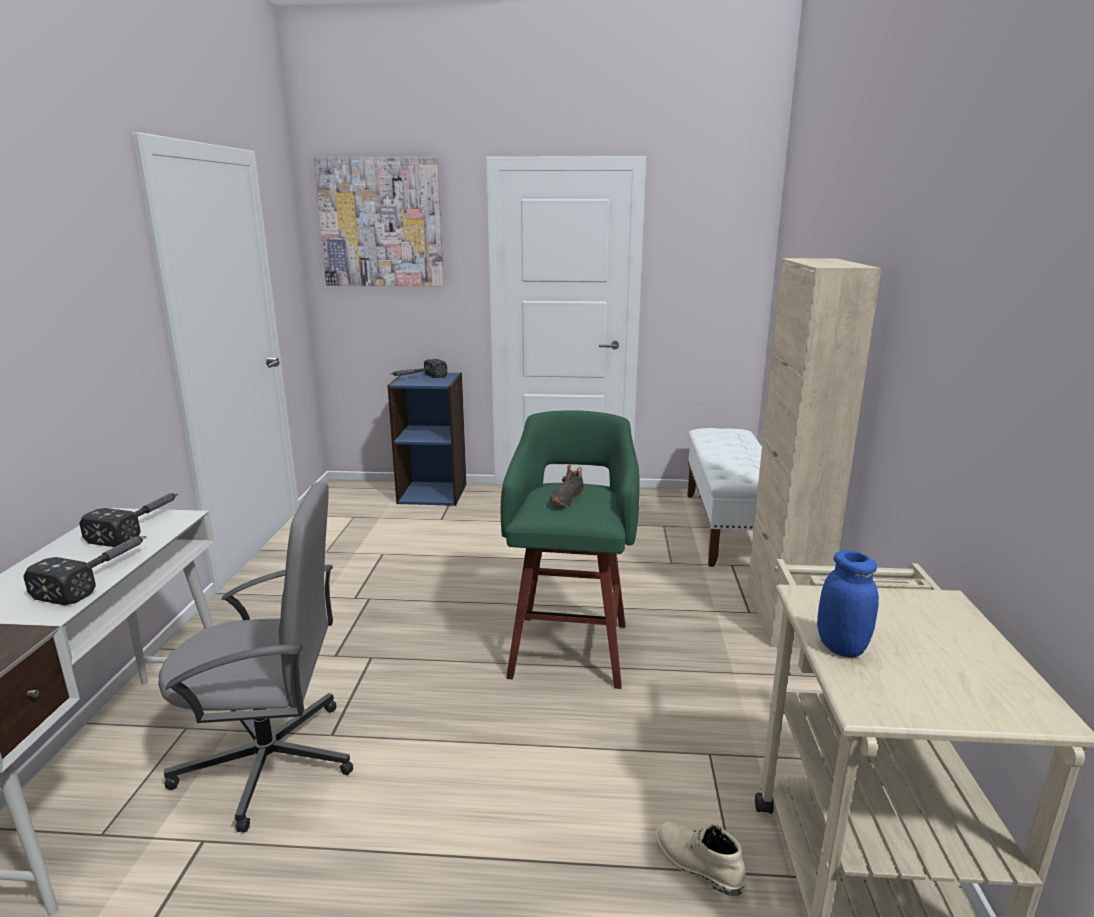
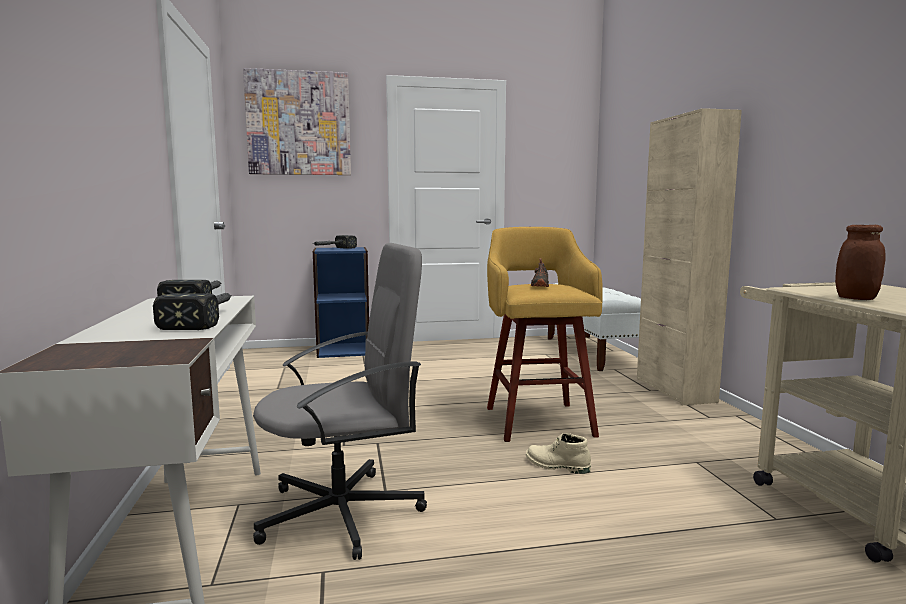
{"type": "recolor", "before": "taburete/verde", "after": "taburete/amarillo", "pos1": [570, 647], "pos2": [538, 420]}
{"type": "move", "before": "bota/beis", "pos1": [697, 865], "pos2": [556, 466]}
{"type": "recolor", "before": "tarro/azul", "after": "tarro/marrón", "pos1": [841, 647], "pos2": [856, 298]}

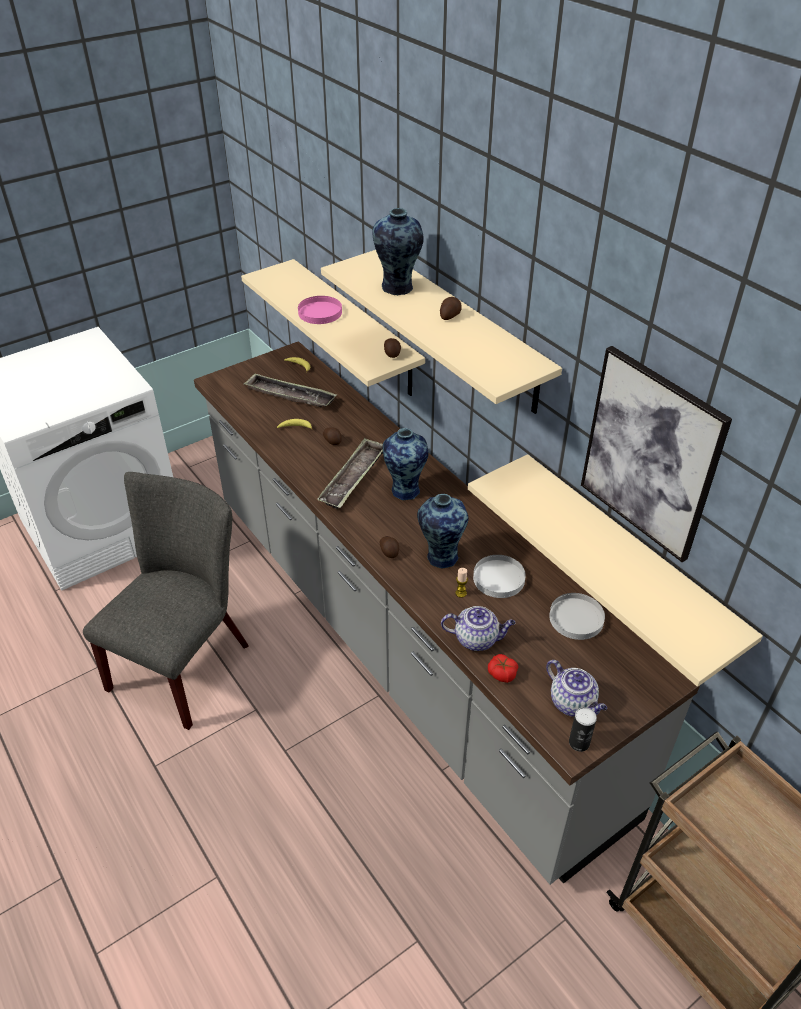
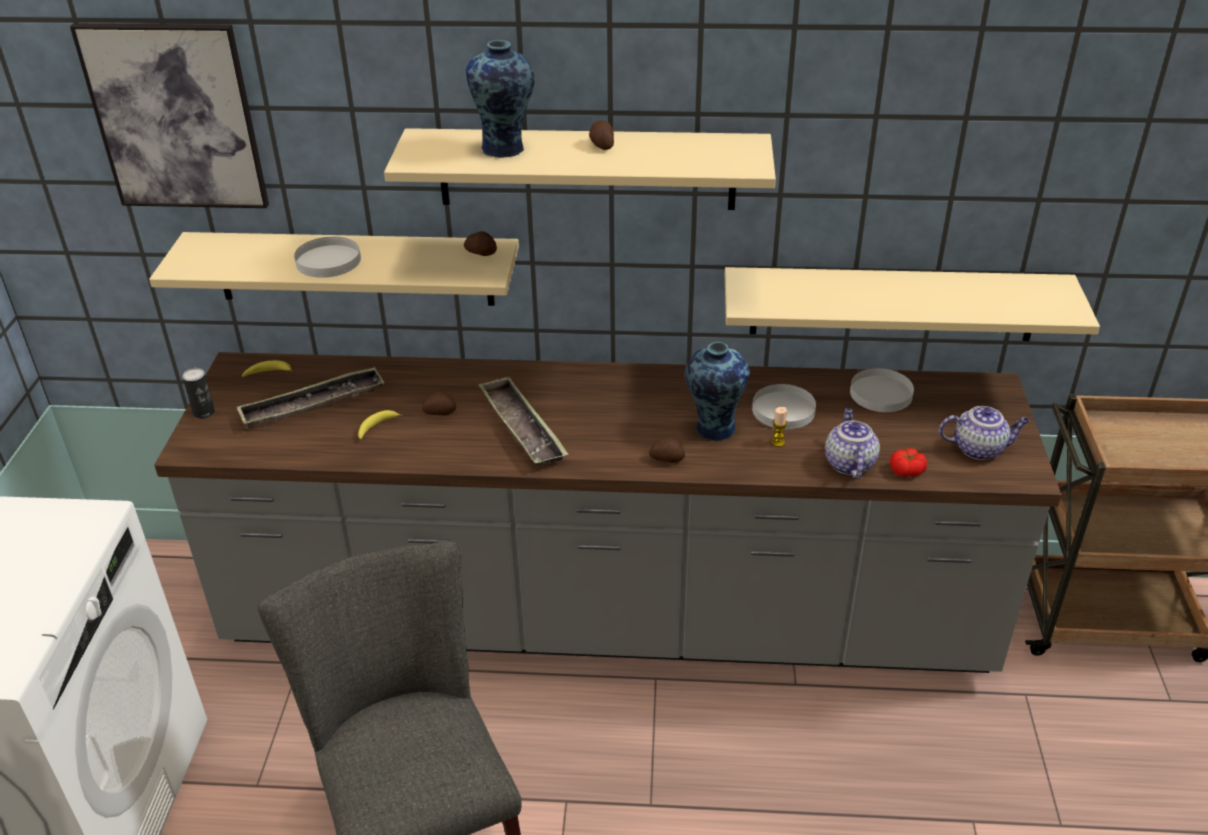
{"type": "recolor", "before": "plato/rosa", "after": "plato/blanco", "pos1": [320, 312], "pos2": [328, 260]}
{"type": "delete", "before": "florero", "pos1": [405, 489]}
{"type": "rotate", "before": "tetera", "pos1": [477, 639], "pos2": [848, 463], "turn": -45}
{"type": "move", "before": "lata", "pos1": [579, 742], "pos2": [204, 413]}
{"type": "move", "before": "cuadro", "pos1": [650, 454], "pos2": [175, 117]}

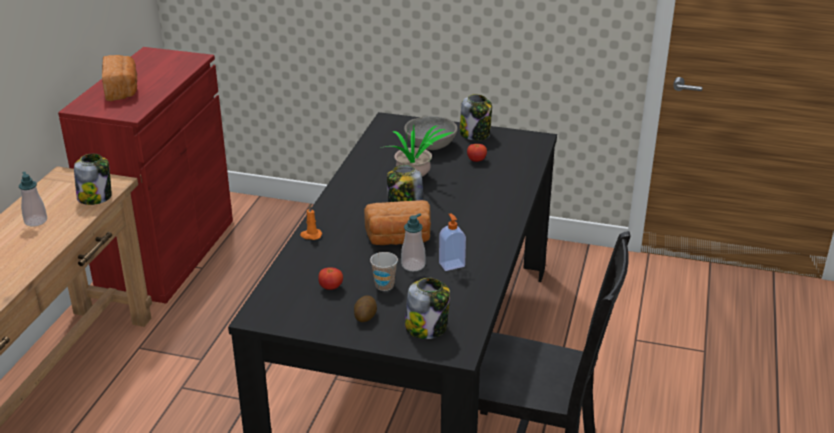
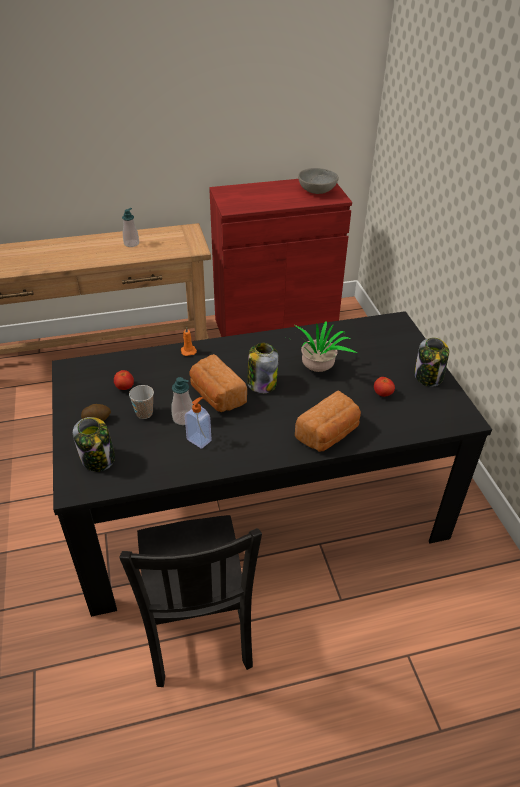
{"type": "delete", "before": "tarro", "pos1": [95, 197]}
{"type": "move", "before": "pan", "pos1": [122, 90], "pos2": [328, 434]}
{"type": "move", "before": "cuenco/gris", "pos1": [430, 145], "pos2": [317, 191]}

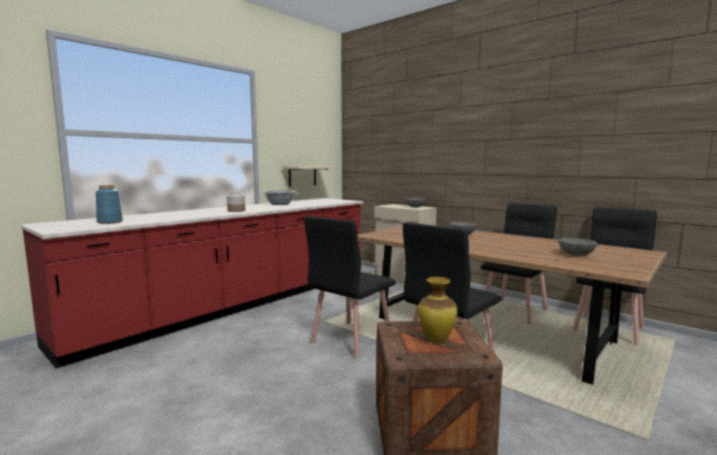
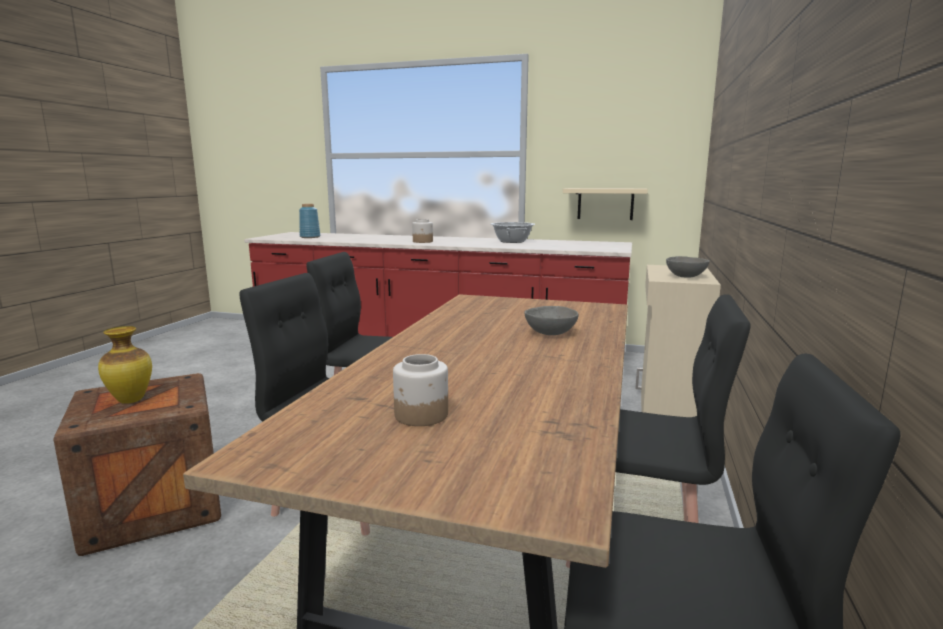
{"type": "replace", "before": "cuenco/gris", "after": "tarro", "pos1": [576, 255], "pos2": [421, 415]}

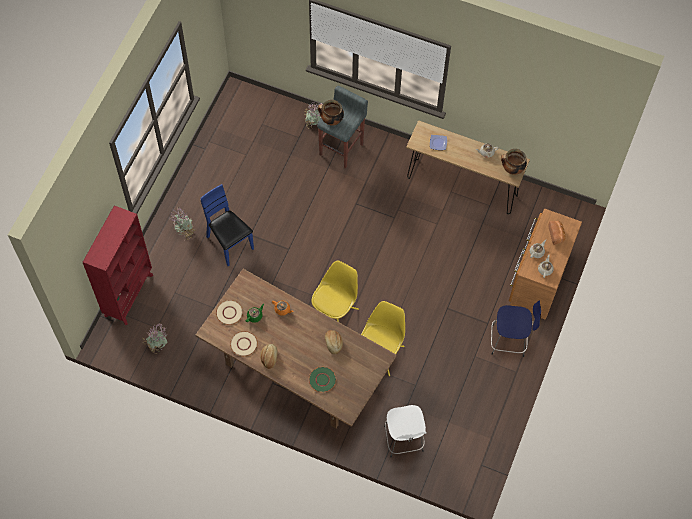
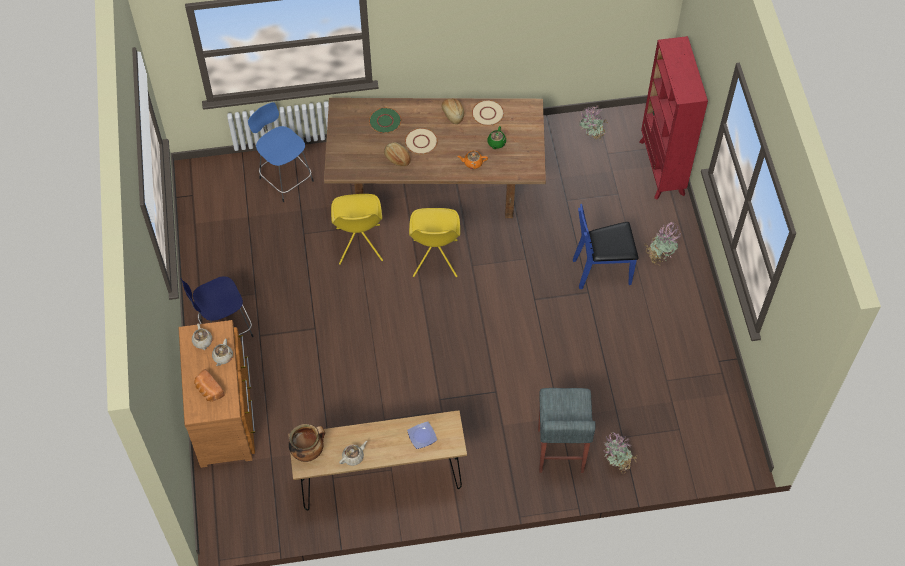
{"type": "rotate", "before": "silla/azul", "pos1": [229, 244], "pos2": [602, 270], "turn": 150}
{"type": "move", "before": "plato/beis", "pos1": [229, 312], "pos2": [421, 142]}
{"type": "delete", "before": "olla", "pos1": [331, 120]}
{"type": "recolor", "before": "taburete/blanco", "after": "taburete/azul", "pos1": [403, 440], "pos2": [285, 178]}

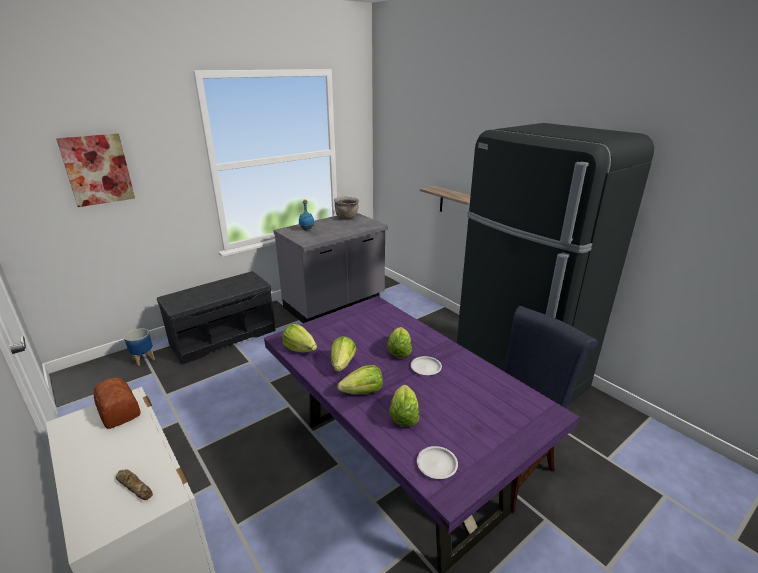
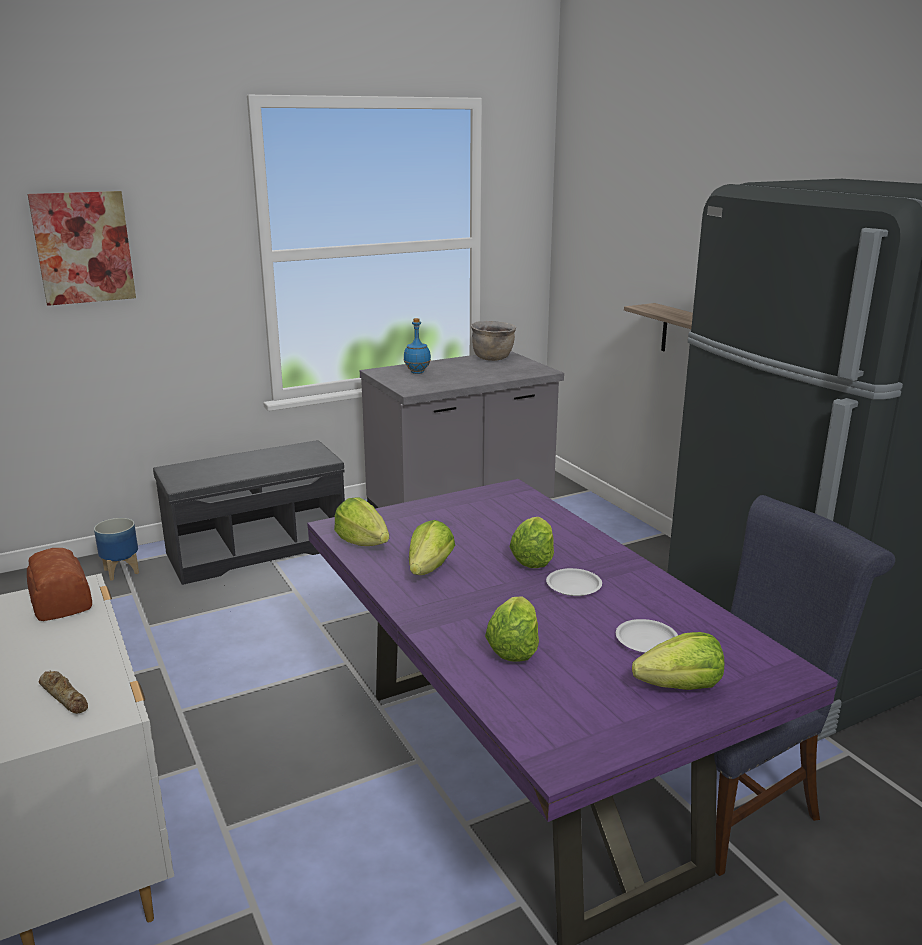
{"type": "move", "before": "lechuga", "pos1": [363, 392], "pos2": [680, 687]}
{"type": "move", "before": "plato/blanco", "pos1": [437, 465], "pos2": [647, 641]}

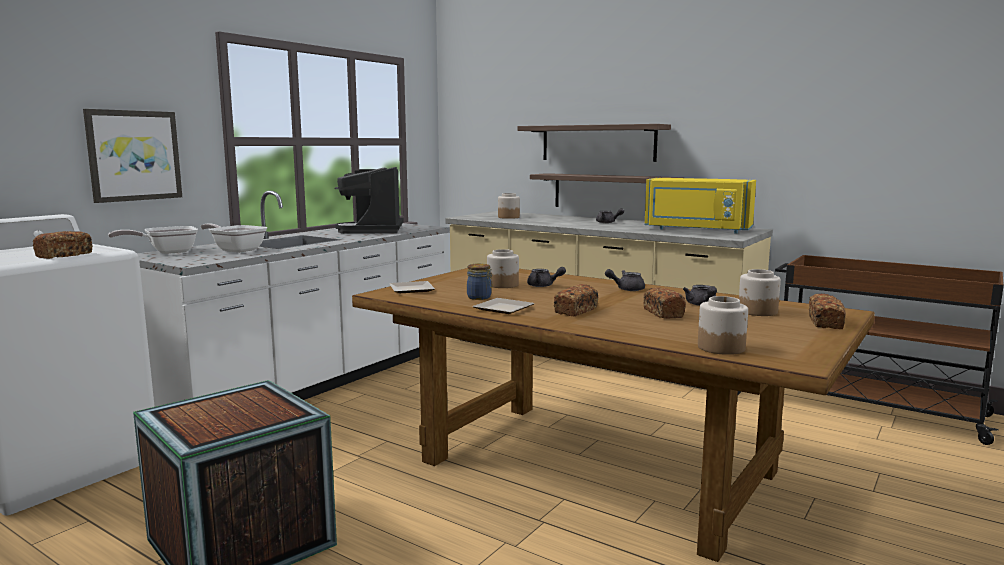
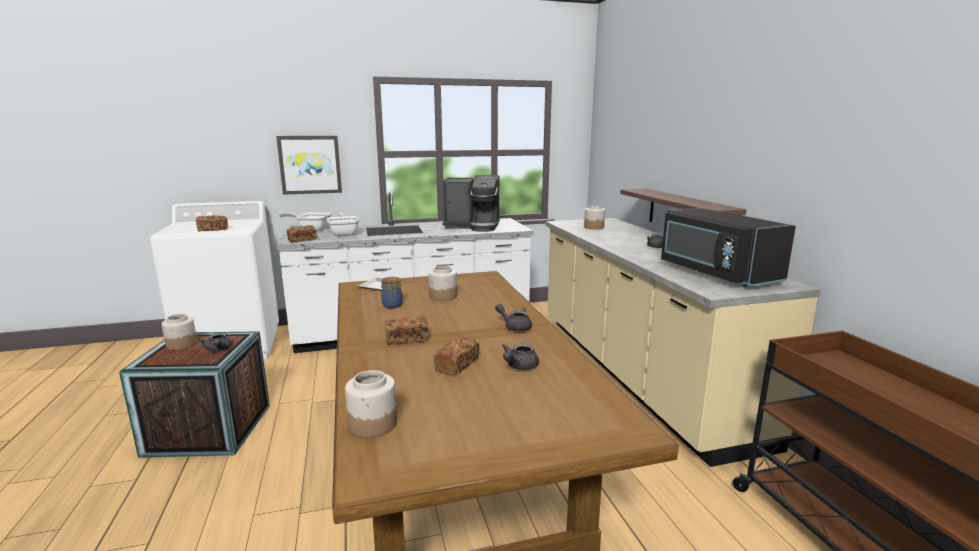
{"type": "rotate", "before": "cafetera", "pos1": [375, 230], "pos2": [473, 226], "turn": -120}
{"type": "delete", "before": "plato", "pos1": [506, 309]}
{"type": "delete", "before": "estante", "pos1": [597, 143]}
{"type": "move", "before": "tetera/gris", "pos1": [544, 286], "pos2": [218, 350]}
{"type": "recolor", "before": "microondas/amarillo", "after": "microondas/negro", "pos1": [697, 230], "pos2": [715, 273]}
{"type": "move", "before": "tarro", "pos1": [757, 312], "pos2": [181, 344]}
{"type": "move", "before": "pan", "pos1": [825, 323], "pos2": [302, 240]}

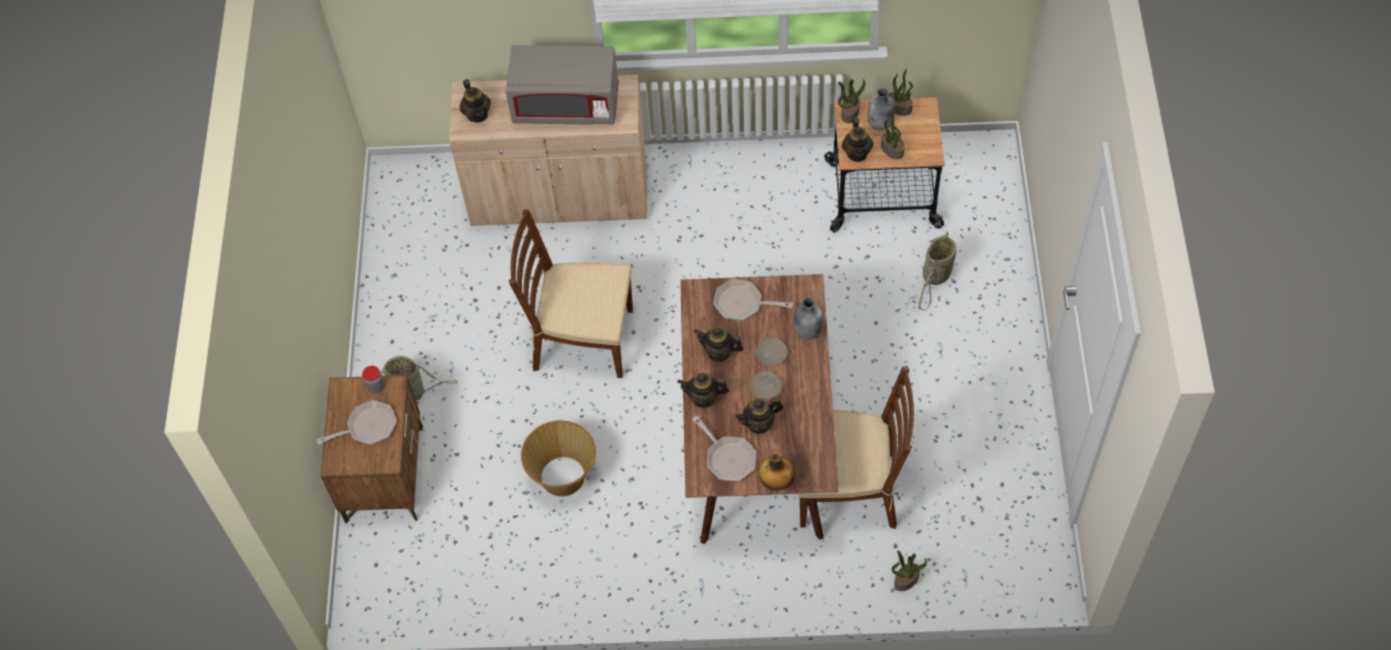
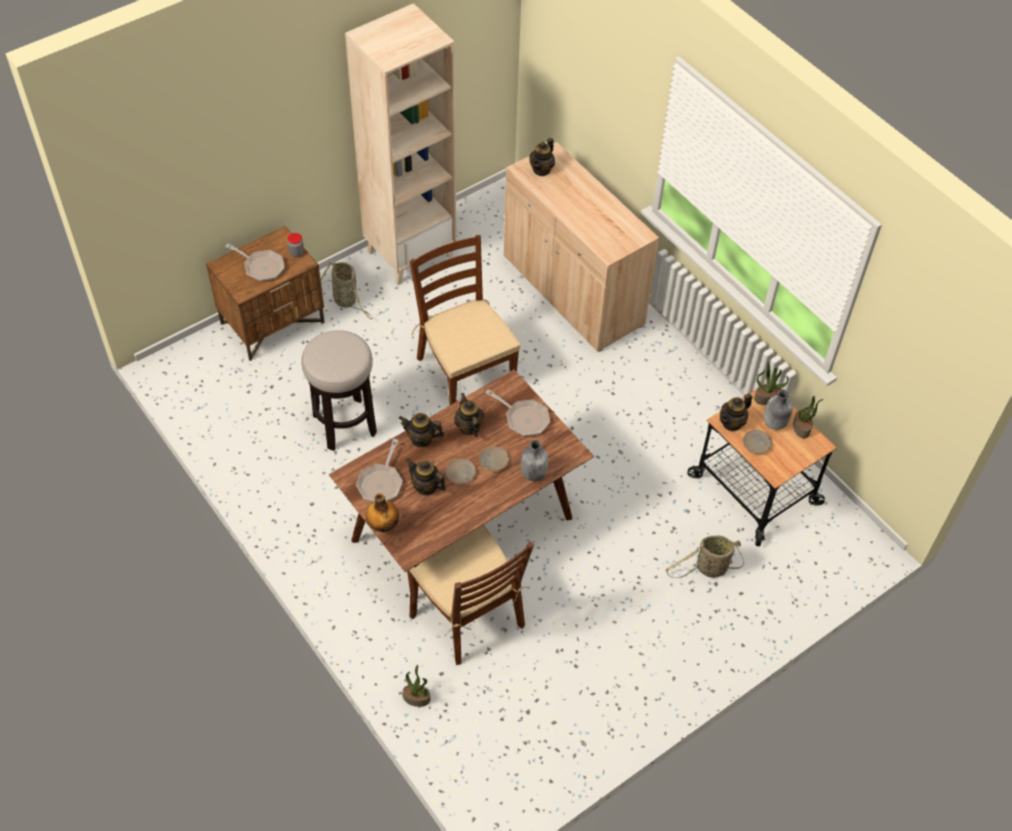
{"type": "delete", "before": "microondas/gris", "pos1": [566, 105]}
{"type": "replace", "before": "cesta", "after": "taburete", "pos1": [563, 477], "pos2": [344, 424]}
{"type": "rotate", "before": "tetera", "pos1": [703, 398], "pos2": [421, 439], "turn": -45}
{"type": "rotate", "before": "sartén", "pos1": [742, 304], "pos2": [524, 418], "turn": 150}
{"type": "replace", "before": "planta en maceta", "after": "plato/beis", "pos1": [891, 149], "pos2": [756, 444]}
{"type": "insert", "after": "estantería/beis", "pos2": [410, 253]}

